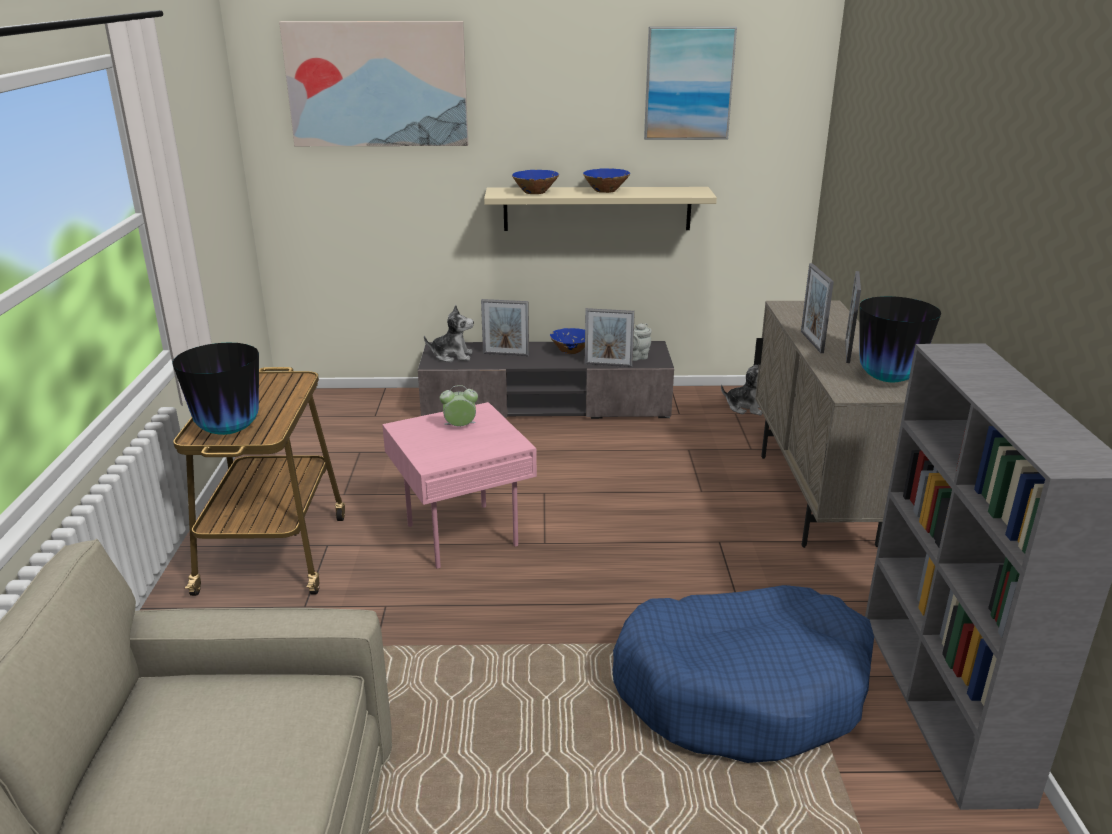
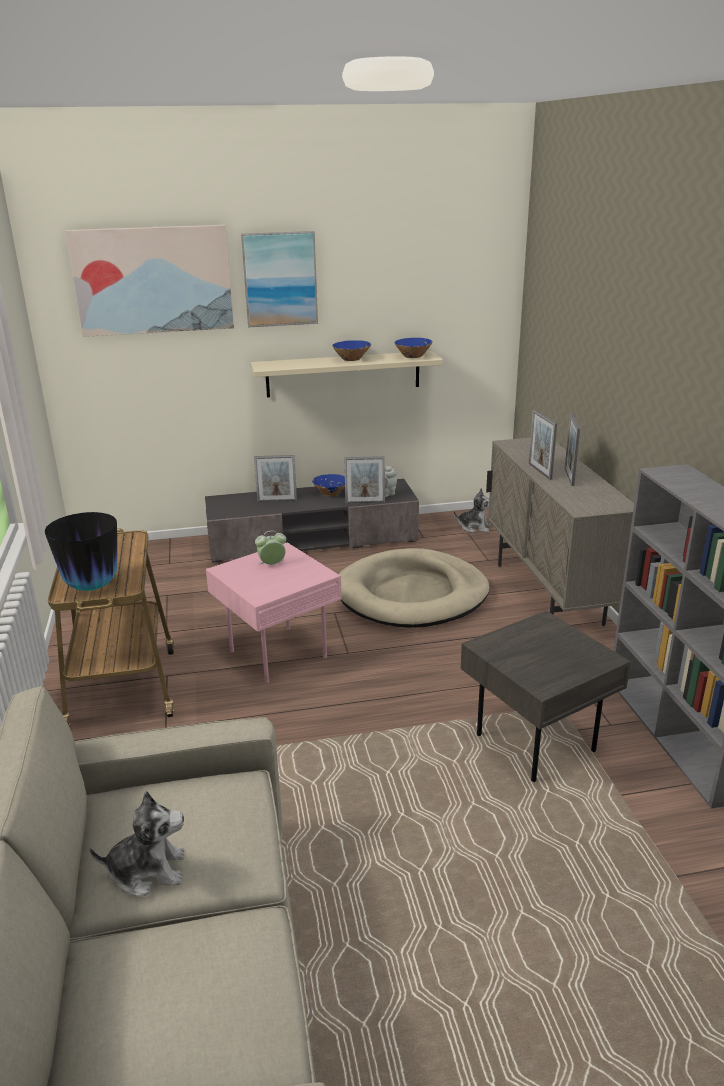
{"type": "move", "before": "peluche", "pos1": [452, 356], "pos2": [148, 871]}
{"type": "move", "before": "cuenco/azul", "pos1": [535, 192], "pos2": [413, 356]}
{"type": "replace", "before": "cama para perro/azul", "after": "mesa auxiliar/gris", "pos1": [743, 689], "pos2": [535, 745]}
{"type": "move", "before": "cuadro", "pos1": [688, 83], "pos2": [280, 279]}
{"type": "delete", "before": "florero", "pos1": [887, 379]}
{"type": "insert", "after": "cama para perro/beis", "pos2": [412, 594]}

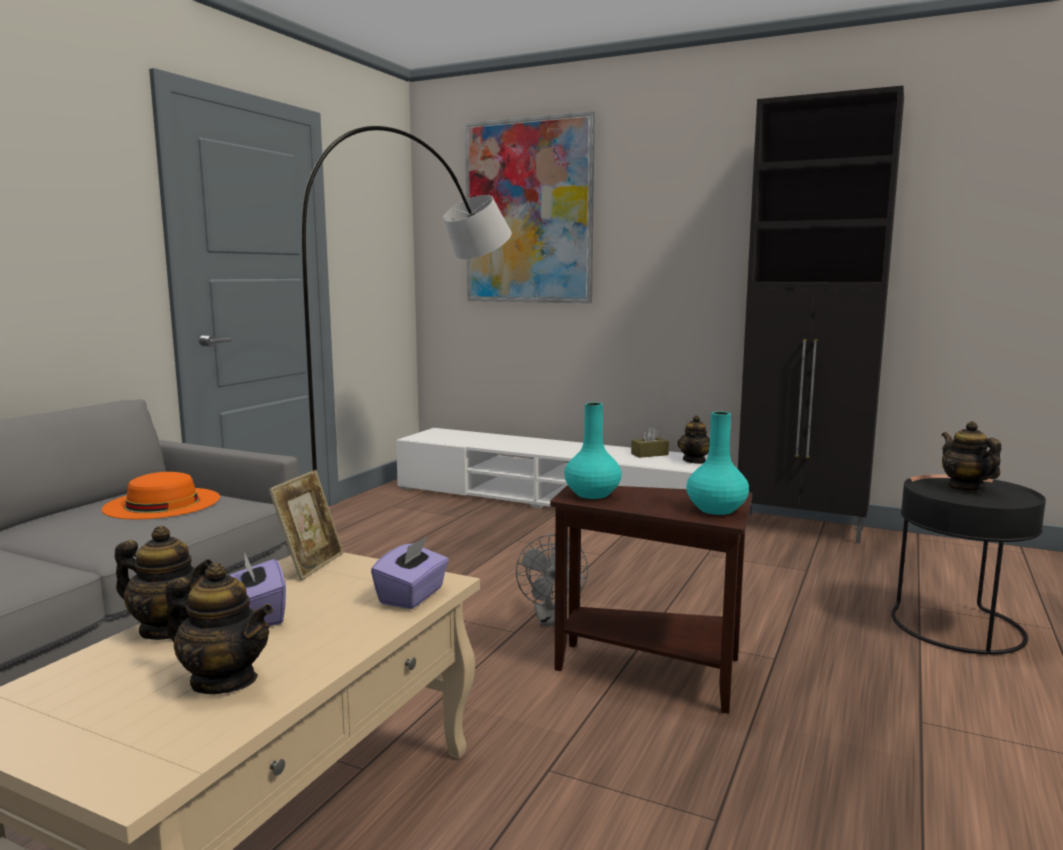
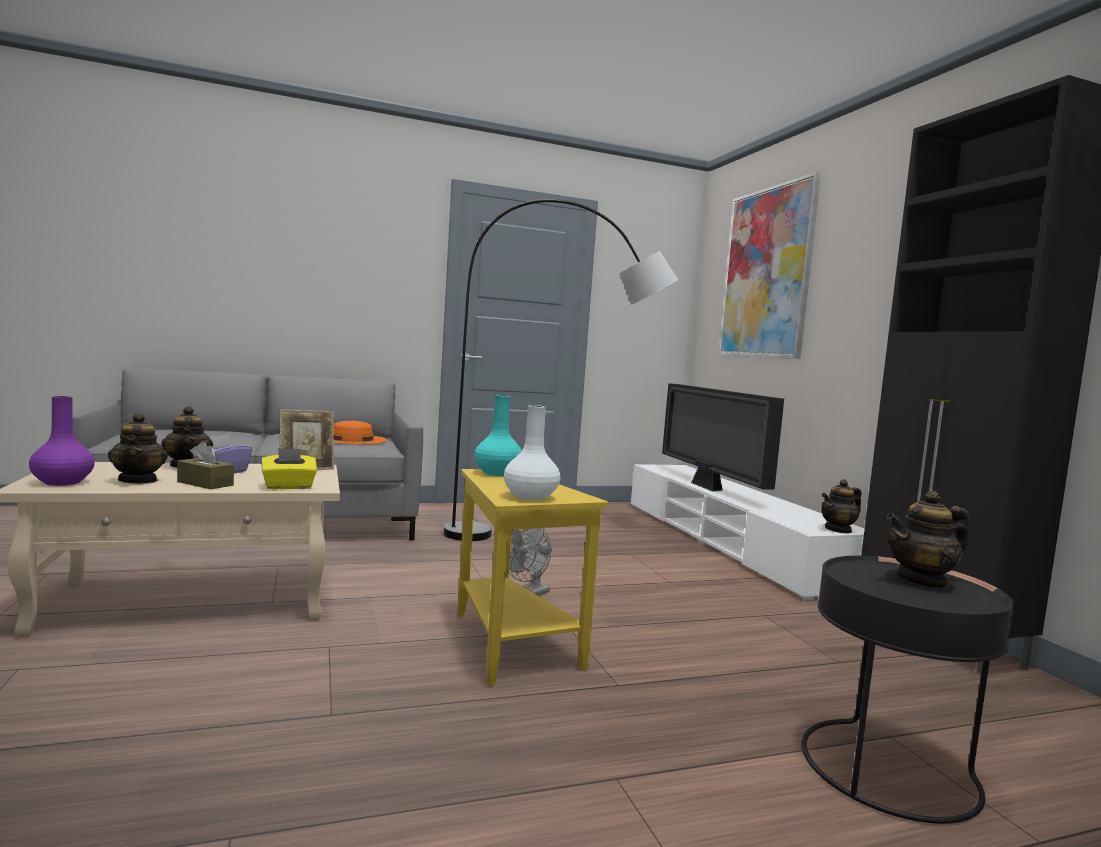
{"type": "recolor", "before": "caja de pañuelos/morado", "after": "caja de pañuelos/amarillo", "pos1": [412, 596], "pos2": [288, 487]}
{"type": "recolor", "before": "mesa auxiliar/marrón", "after": "mesa auxiliar/amarillo", "pos1": [655, 672], "pos2": [510, 646]}
{"type": "move", "before": "caja de pañuelos/marrón", "pos1": [649, 454], "pos2": [205, 483]}
{"type": "recolor", "before": "florero/turquesa", "after": "florero/blanco", "pos1": [716, 510], "pos2": [530, 497]}
{"type": "rotate", "before": "tetera", "pos1": [965, 487], "pos2": [922, 581], "turn": -135}
{"type": "insert", "after": "florero/morado", "pos2": [61, 482]}
{"type": "insert", "after": "televisor", "pos2": [708, 487]}

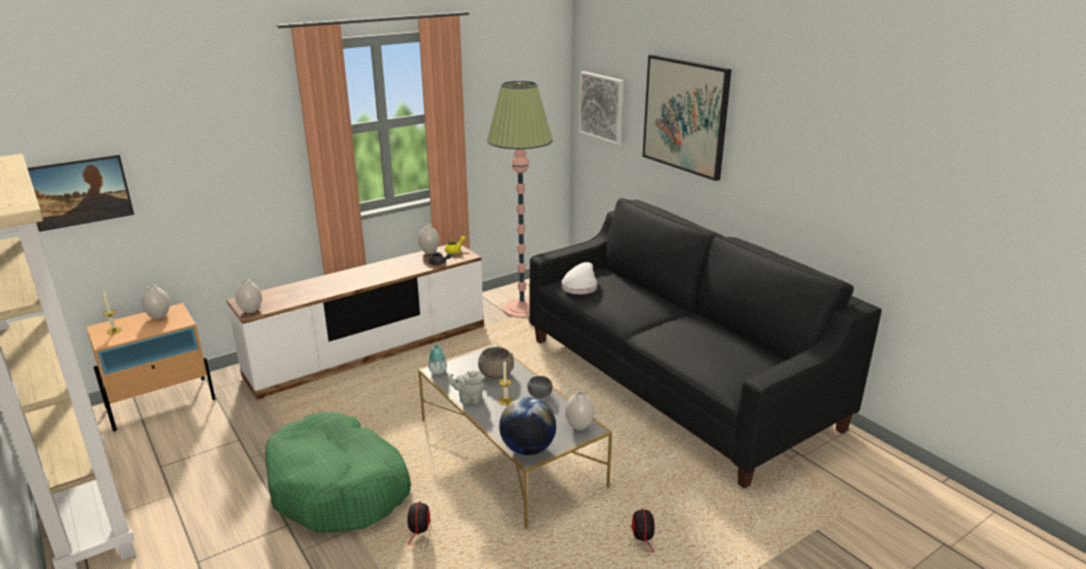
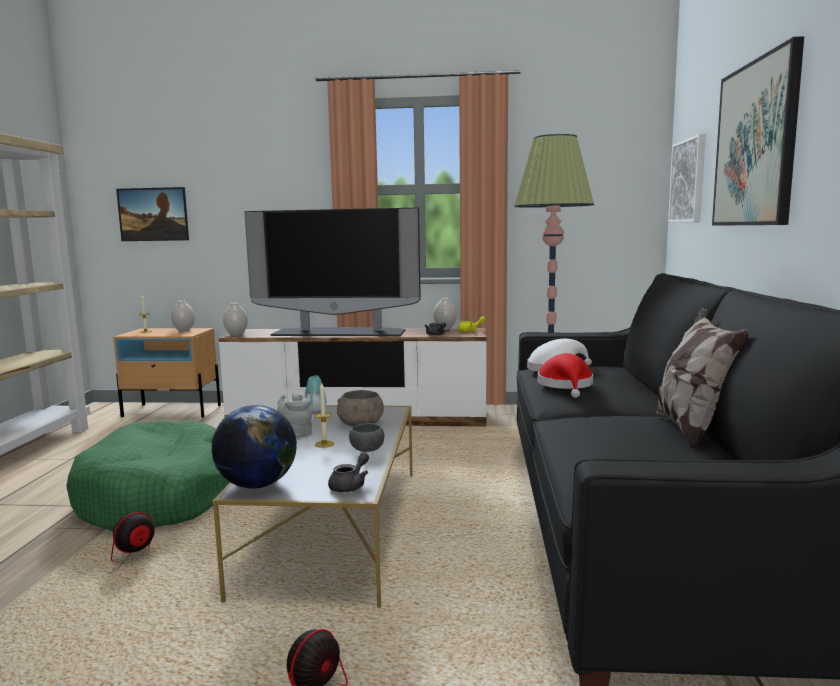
{"type": "replace", "before": "florero/blanco", "after": "tetera/gris", "pos1": [578, 426], "pos2": [350, 486]}
{"type": "insert", "after": "televisor", "pos2": [340, 332]}
{"type": "insert", "after": "sombrero/rojo", "pos2": [566, 385]}
{"type": "insert", "after": "cojín", "pos2": [691, 429]}

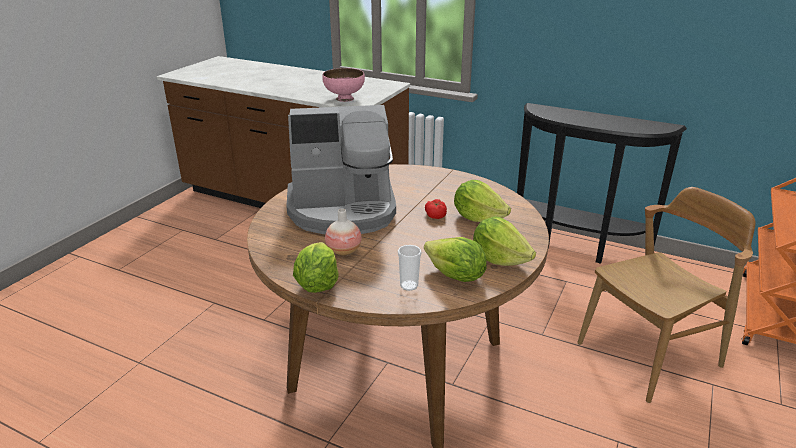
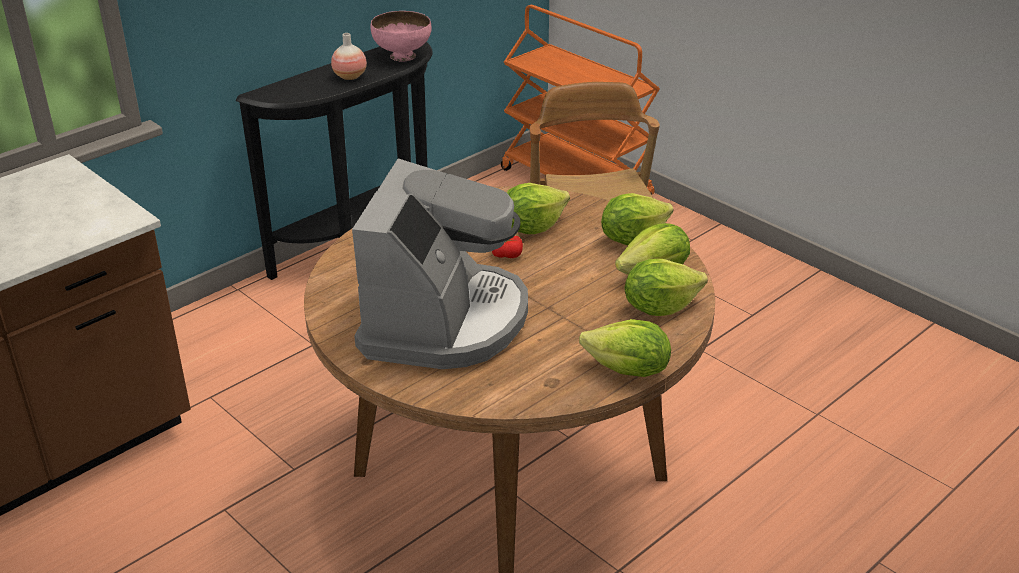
{"type": "move", "before": "cuenco/rosa", "pos1": [344, 98], "pos2": [402, 56]}
{"type": "move", "before": "florero", "pos1": [344, 251], "pos2": [350, 76]}
{"type": "replace", "before": "taza", "after": "lechuga", "pos1": [409, 285], "pos2": [659, 307]}

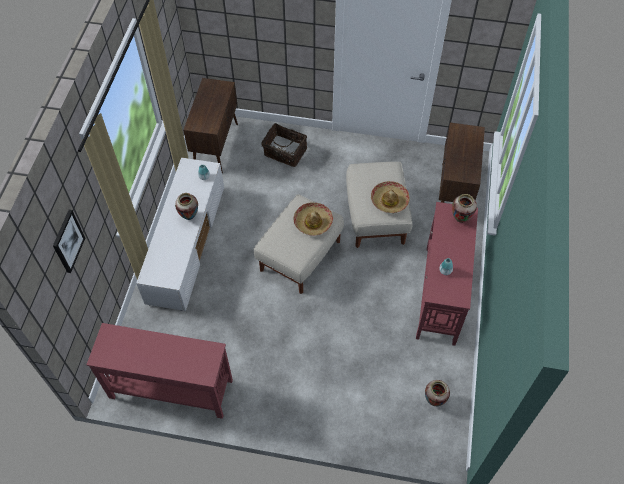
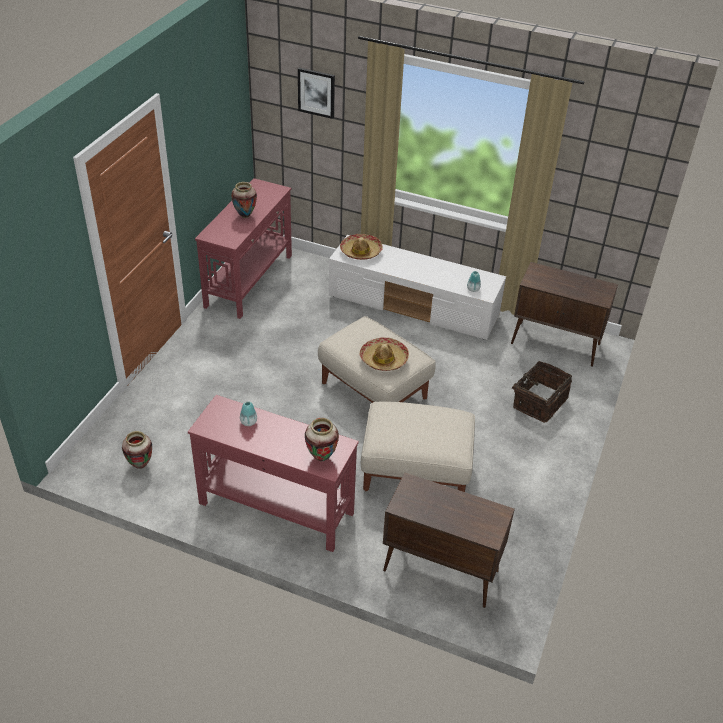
{"type": "move", "before": "florero", "pos1": [189, 217], "pos2": [245, 215]}
{"type": "move", "before": "sombrero", "pos1": [389, 200], "pos2": [361, 251]}

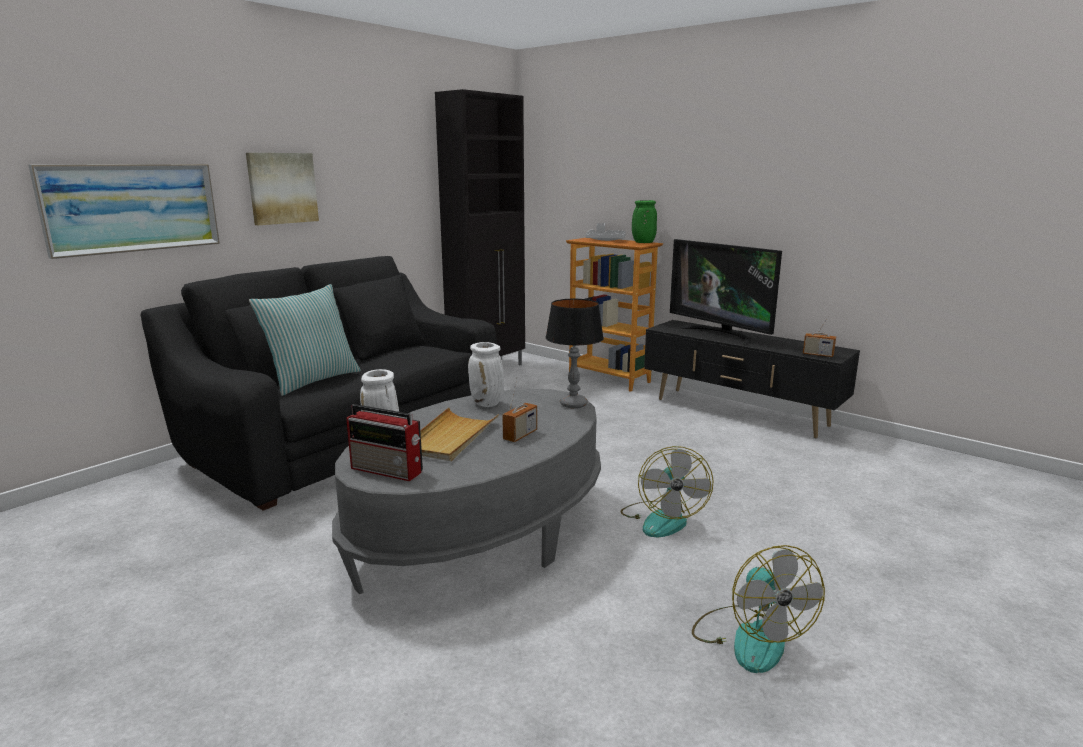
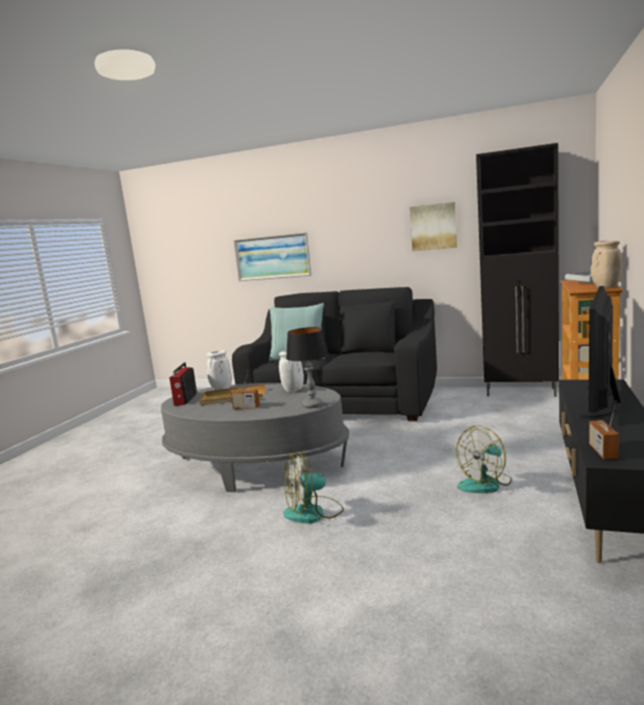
{"type": "move", "before": "cuadro", "pos1": [282, 188], "pos2": [433, 227]}
{"type": "recolor", "before": "florero/verde", "after": "florero/beis", "pos1": [643, 242], "pos2": [605, 287]}
{"type": "move", "before": "ventilador", "pos1": [749, 637], "pos2": [485, 483]}

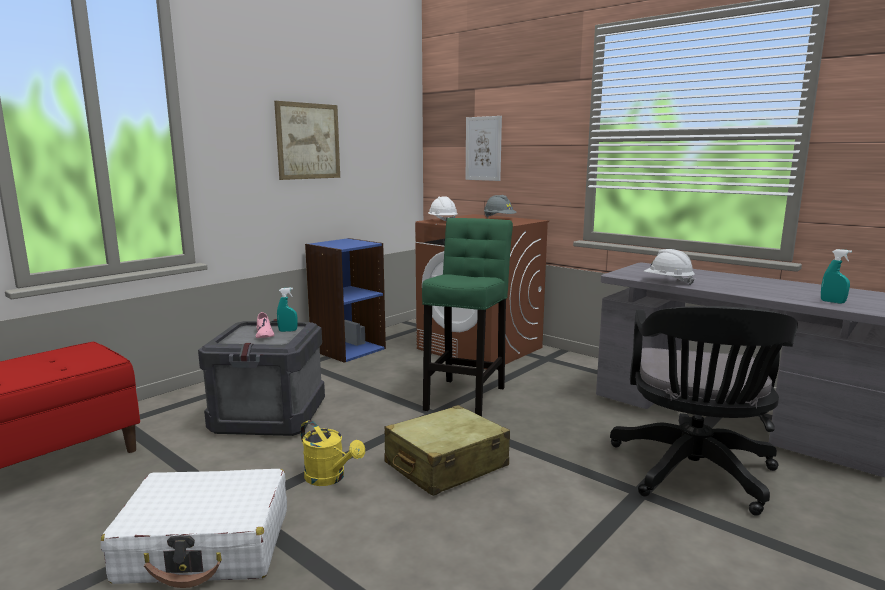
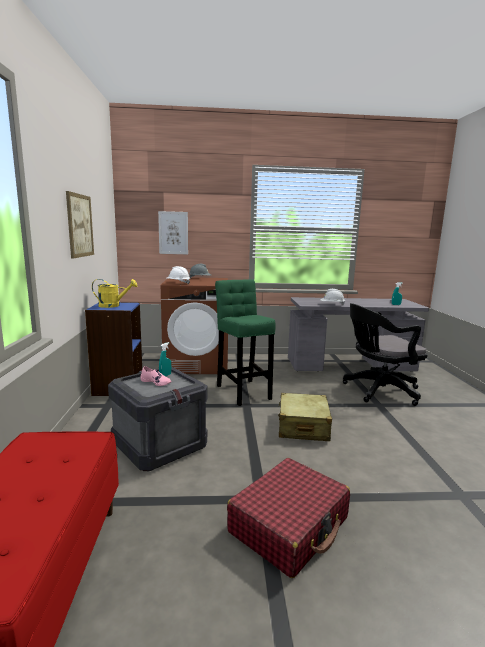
{"type": "recolor", "before": "maleta/blanco", "after": "maleta/rojo", "pos1": [206, 545], "pos2": [289, 525]}
{"type": "move", "before": "regadera/amarillo", "pos1": [330, 478], "pos2": [113, 305]}
{"type": "rotate", "before": "silla de oficina/negro", "pos1": [693, 474], "pos2": [378, 391], "turn": 105}

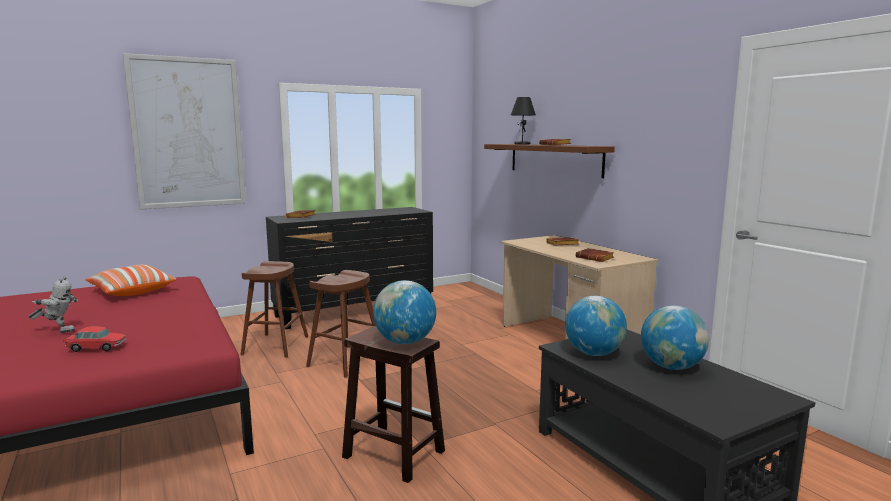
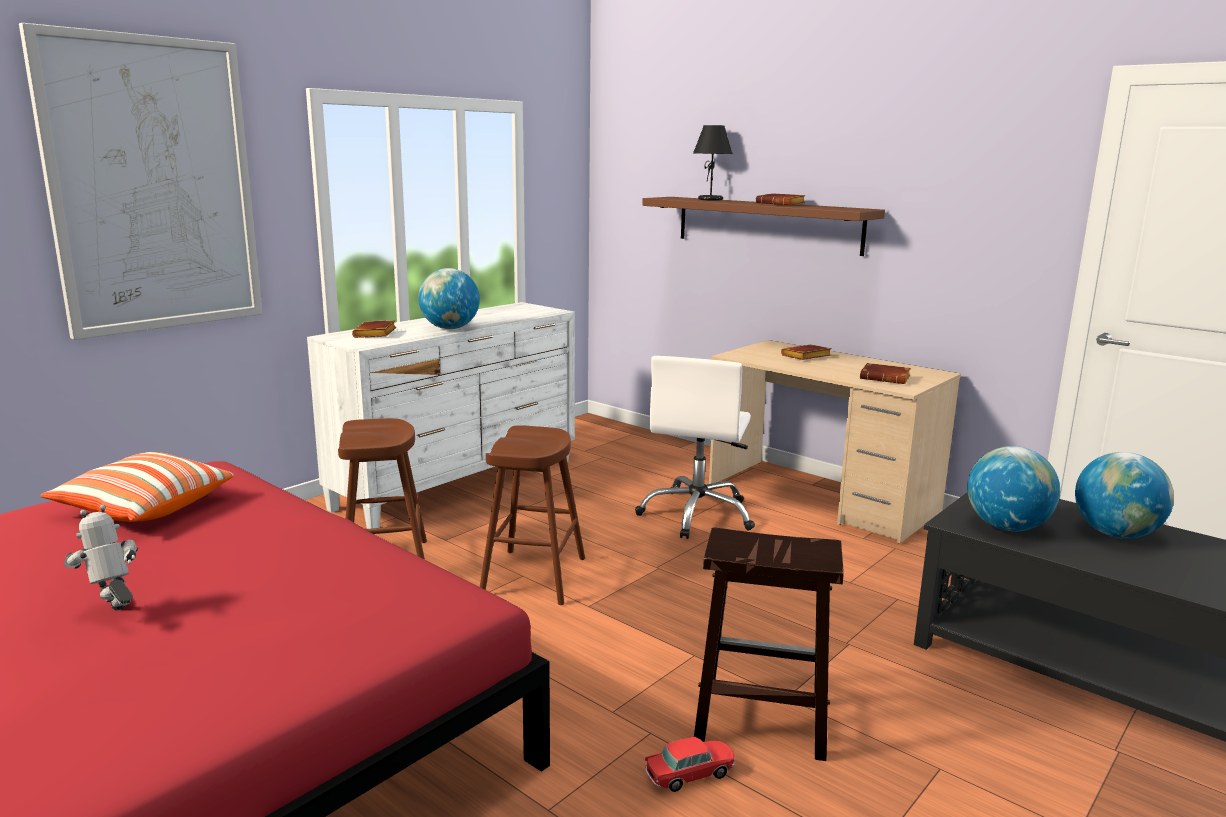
{"type": "rotate", "before": "robot de juguete", "pos1": [58, 331], "pos2": [115, 615], "turn": -105}
{"type": "move", "before": "coche de juguete", "pos1": [96, 348], "pos2": [690, 774]}
{"type": "recolor", "before": "cómoda/negro", "after": "cómoda/blanco", "pos1": [355, 311], "pos2": [459, 484]}
{"type": "move", "before": "globo terráqueo", "pos1": [405, 342], "pos2": [450, 328]}
{"type": "insert", "after": "silla de oficina/blanco", "pos2": [697, 515]}

